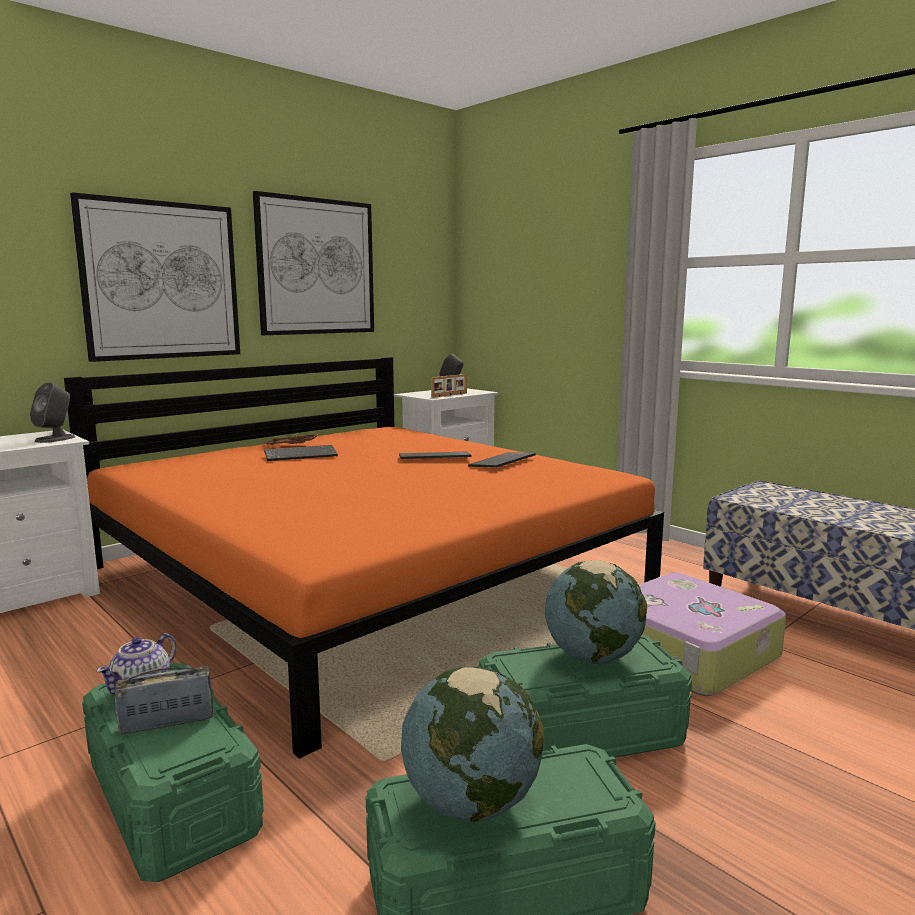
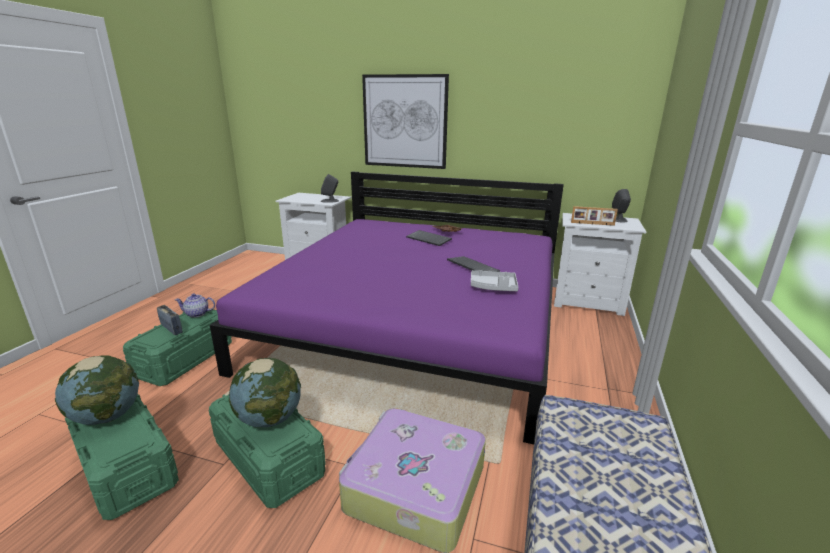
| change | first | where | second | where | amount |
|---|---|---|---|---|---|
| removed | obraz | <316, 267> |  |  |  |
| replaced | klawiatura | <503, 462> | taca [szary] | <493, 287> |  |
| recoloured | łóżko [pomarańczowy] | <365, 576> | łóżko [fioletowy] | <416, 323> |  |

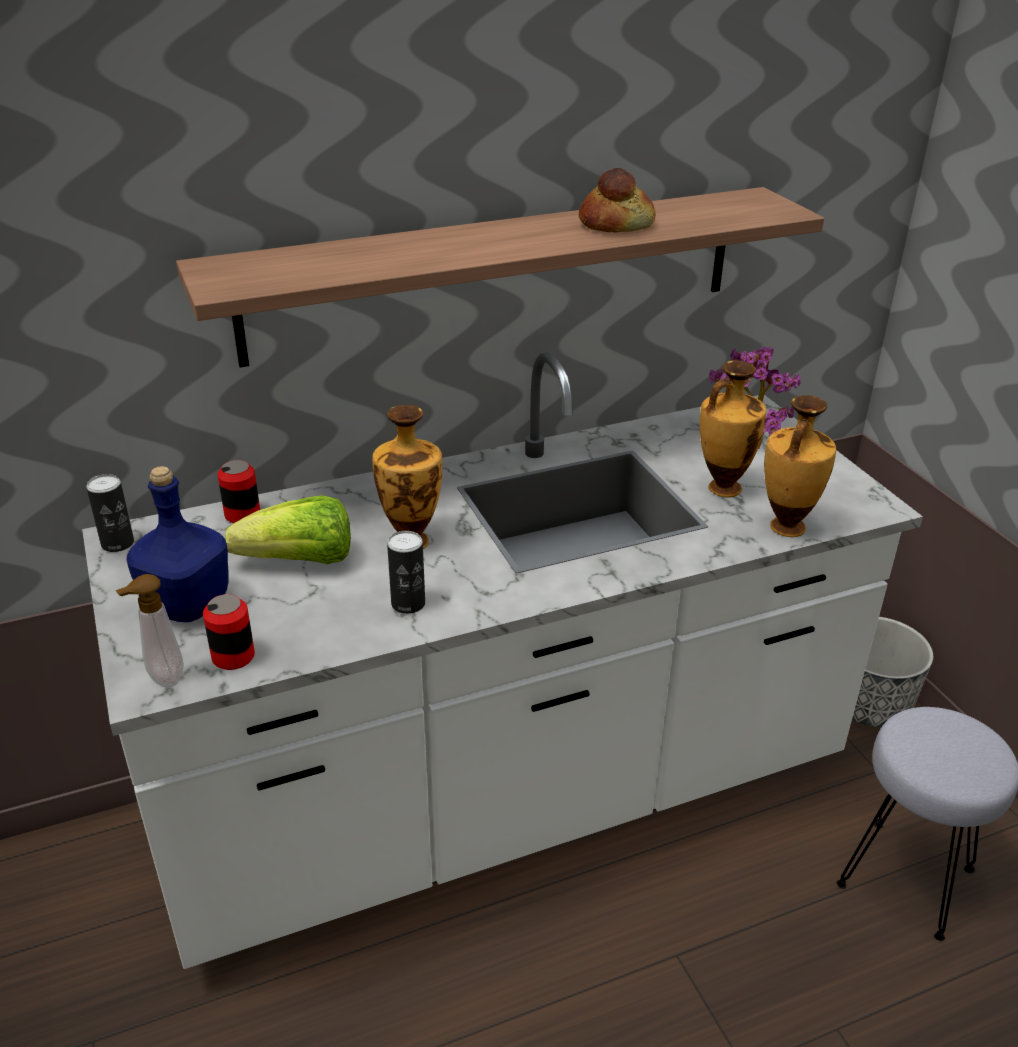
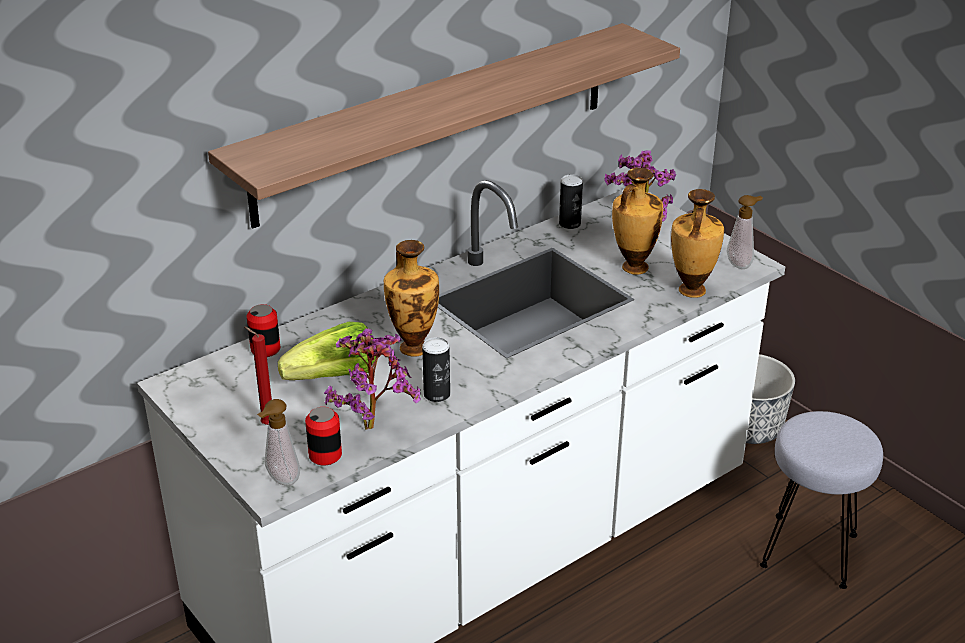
| change | first | where | second | where | amount |
|---|---|---|---|---|---|
| removed | chleb | <615, 223> |  |  |  |
| added |  |  | roślina doniczkowa | <374, 424> |  |
| added |  |  | dozownik mydła | <741, 264> |  |
| moved | puszka | <117, 543> |  | <569, 224> |  |
| replaced | butelka [niebieski] | <189, 604> | świeca [czerwony] | <266, 424> |  |

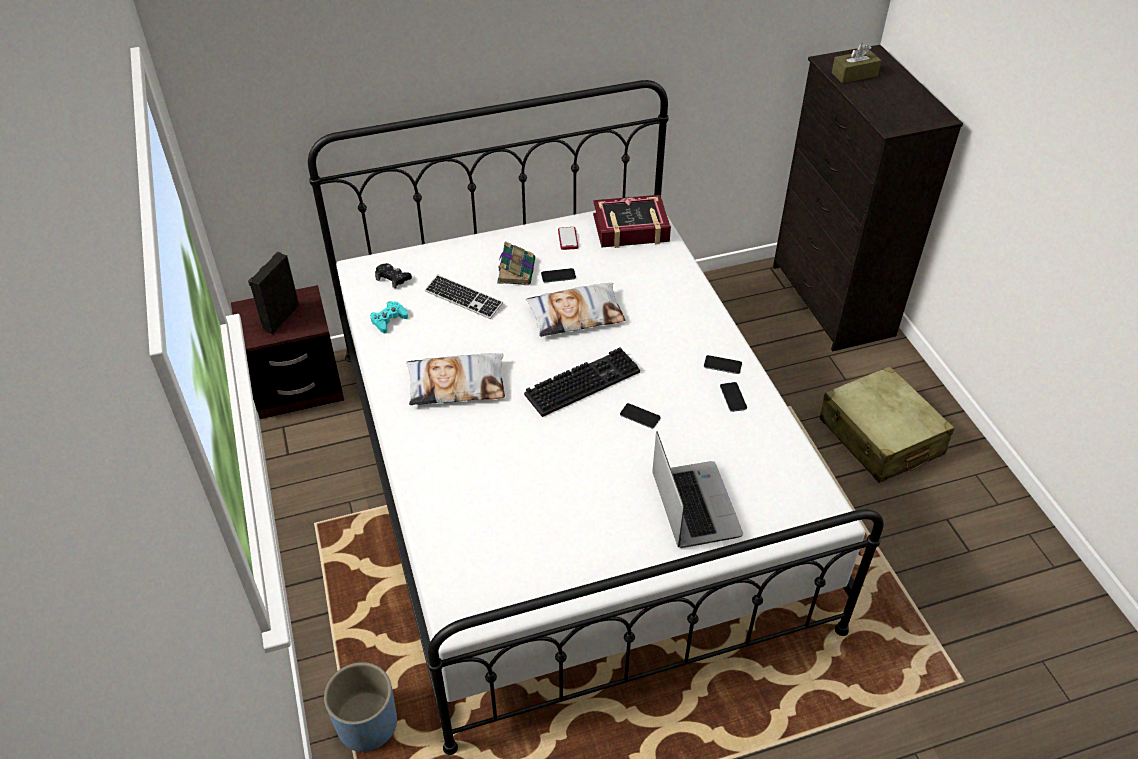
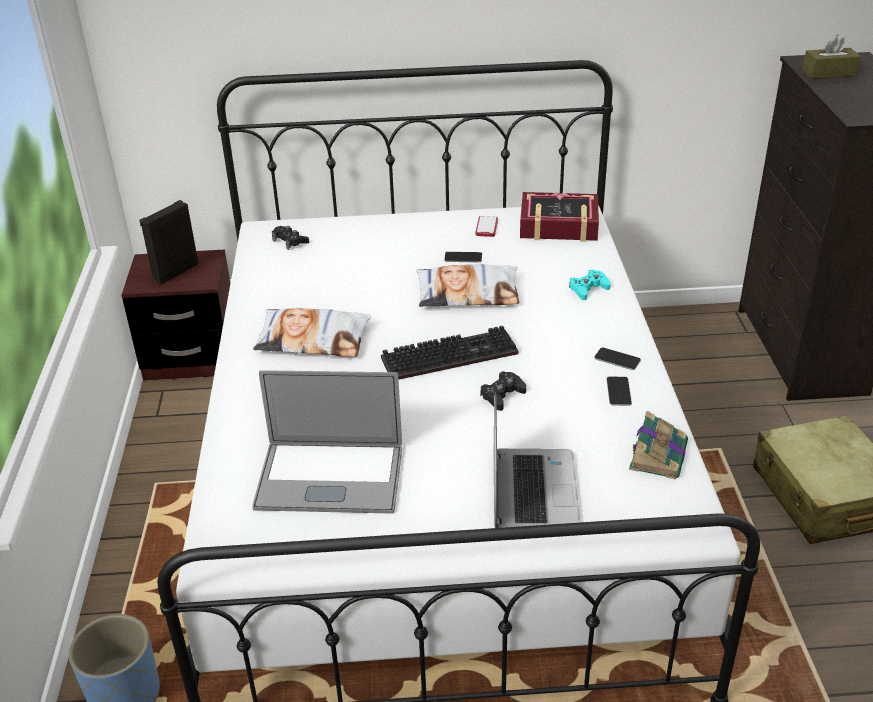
| change | first | where | second | where | amount |
|---|---|---|---|---|---|
| removed | klawiatura | <463, 298> |  |  |  |
| added |  |  | laptop | <330, 477> |  |
| moved | pad do gier [turkusowy] | <389, 320> |  | <588, 289> |  |
| moved | książka | <516, 270> |  | <658, 455> |  |
| replaced | telefon | <640, 416> | pad do gier [czarny] | <502, 395> |  |

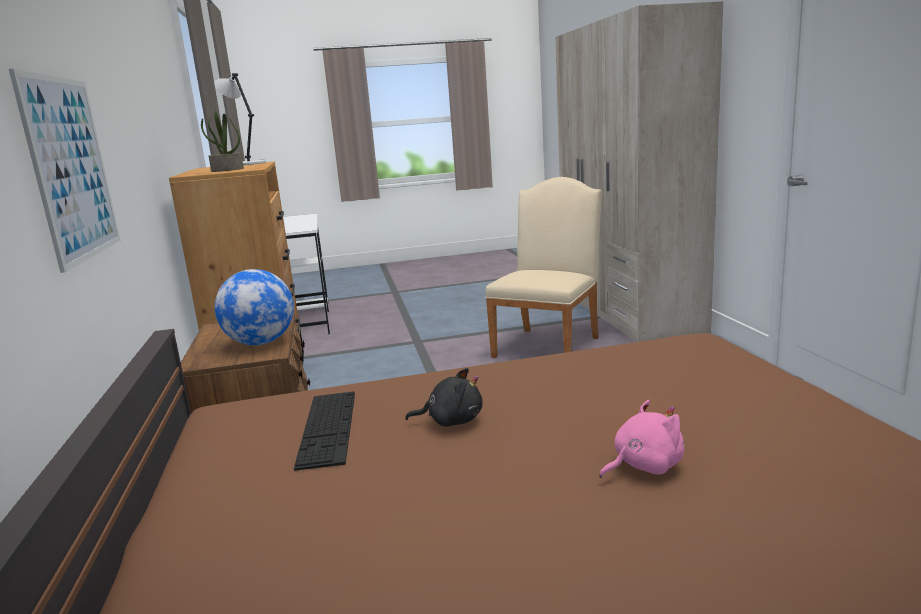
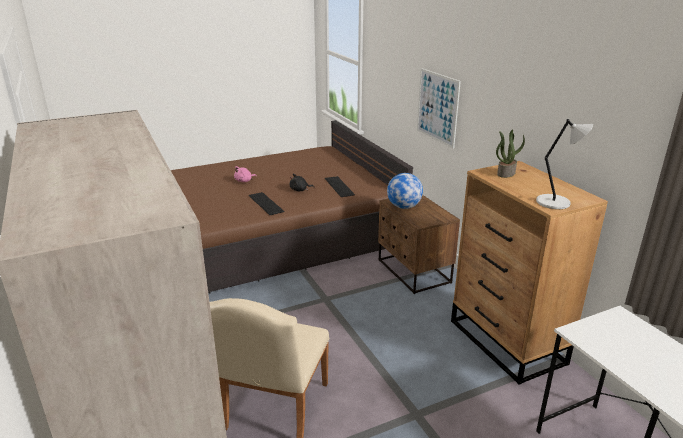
| change | first | where | second | where | amount |
|---|---|---|---|---|---|
| added |  |  | klawiatura | <266, 203> |  |

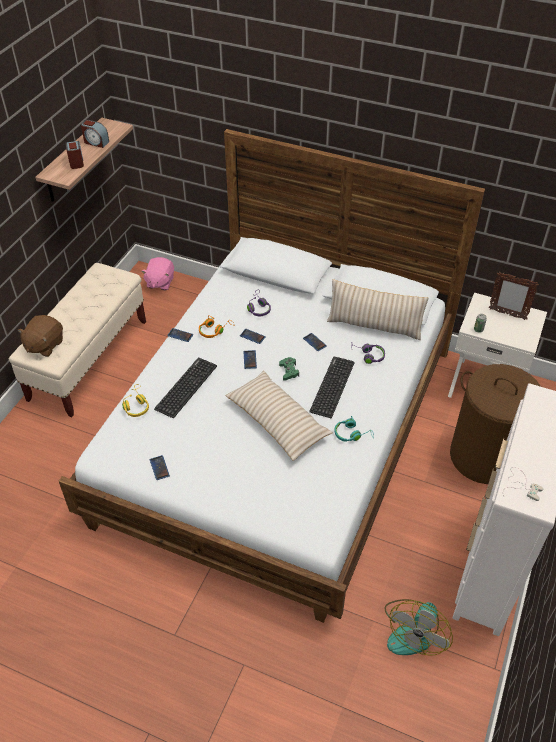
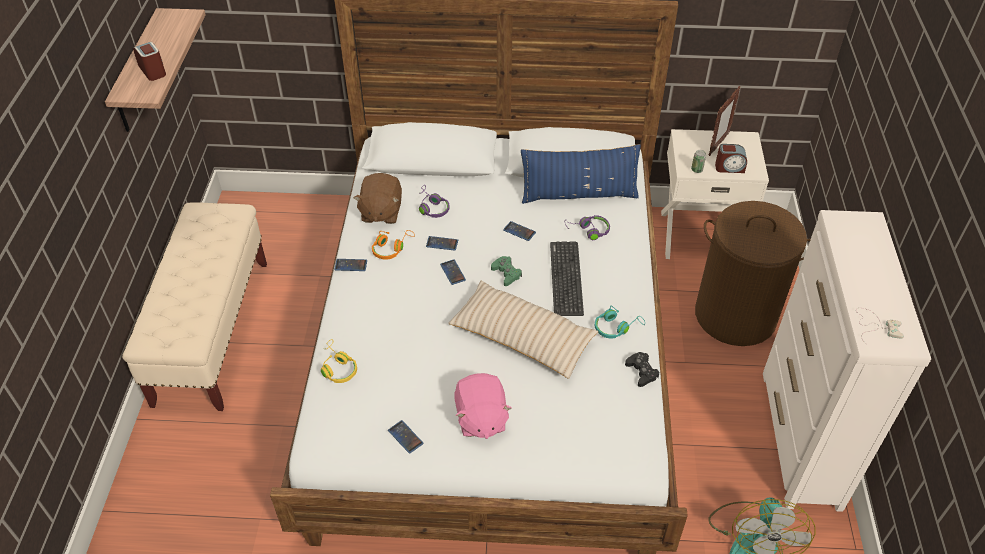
| change | first | where | second | where | amount |
|---|---|---|---|---|---|
| removed | klawiatura | <186, 387> |  |  |  |
| added |  |  | pad do gier [czarny] | <641, 372> |  |
| moved | pluszak [brązowy] | <44, 345> |  | <380, 212> |  |
| moved | budzik | <96, 142> |  | <729, 167> |  |
| moved | pluszak [różowy] | <160, 282> |  | <480, 418> |  |
| recoloured | poduszka [beżowy] | <374, 326> | poduszka [niebieski] | <578, 194> |  |
| turned | ramka na zdjęcie | <507, 314> |  | <718, 145> | 60 degrees counterclockwise |

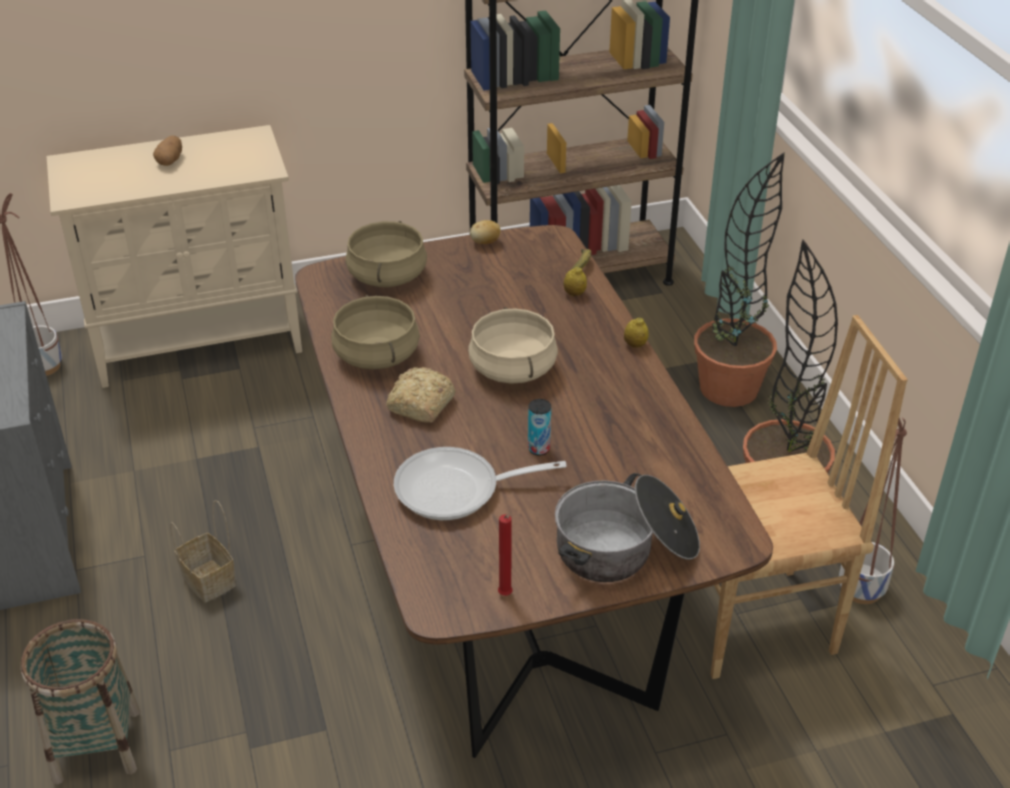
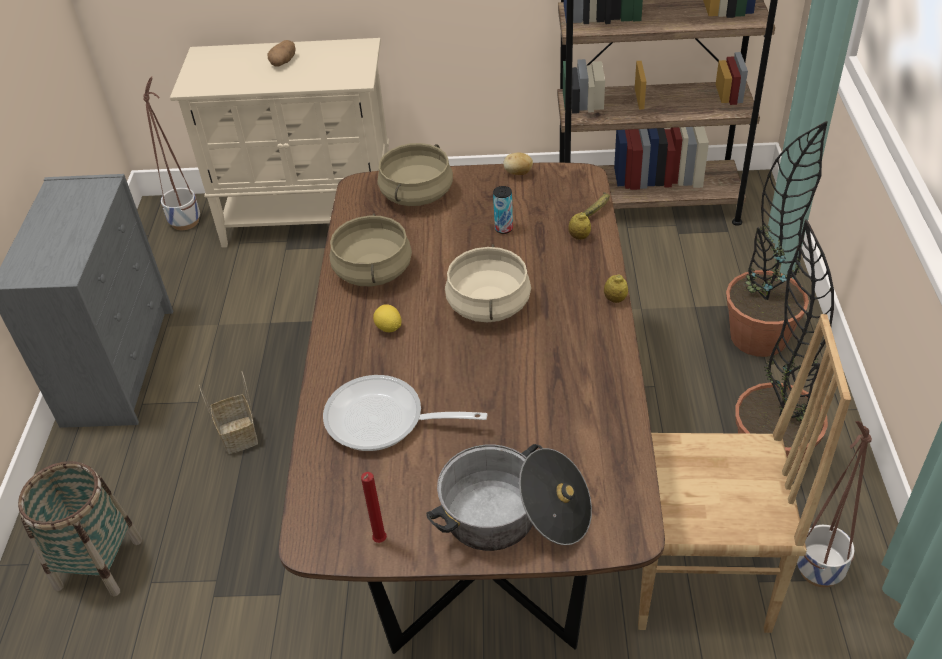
| change | first | where | second | where | amount |
|---|---|---|---|---|---|
| moved | puszka | <539, 449> |  | <503, 229> |  |
| replaced | chleb | <420, 406> | cytryna | <388, 328> |  |

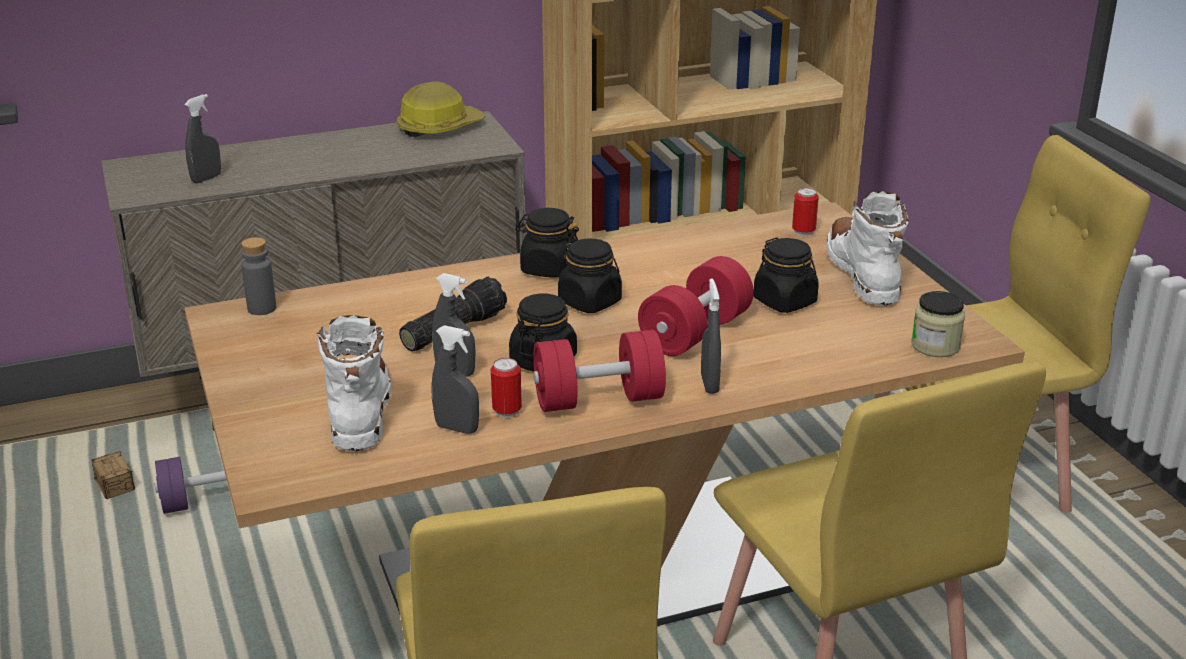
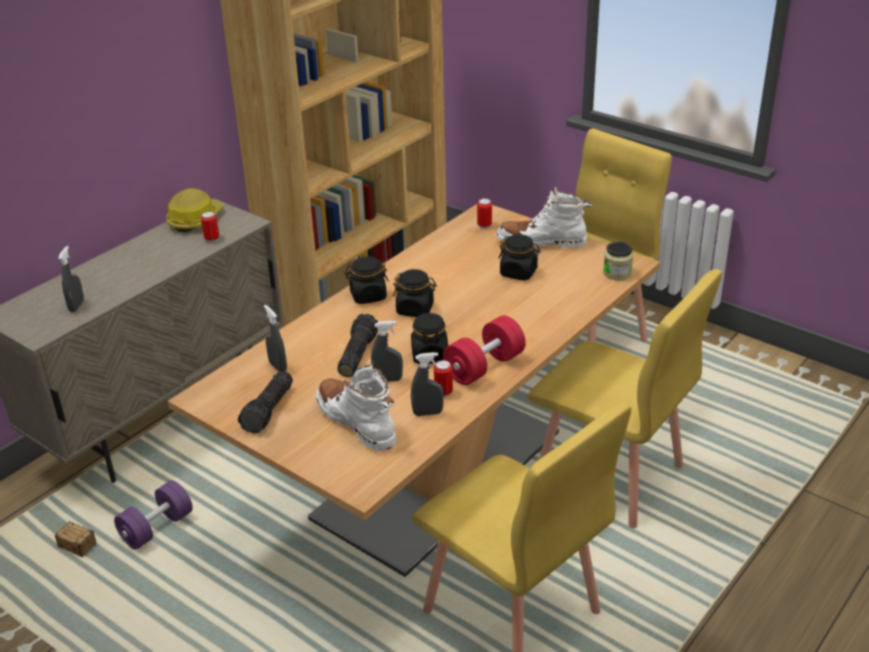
| change | first | where | second | where | amount |
|---|---|---|---|---|---|
| removed | butelka [szary] | <262, 308> |  |  |  |
| removed | hantel [czerwony] | <695, 333> |  |  |  |
| added |  |  | puszka | <212, 239> |  |
| added |  |  | latarka | <270, 410> |  |
| moved | spryskiwacz [szary] | <709, 384> |  | <278, 367> |  |
| turned | but z cholewką [biały] | <863, 274> |  | <541, 242> | 45 degrees counterclockwise |

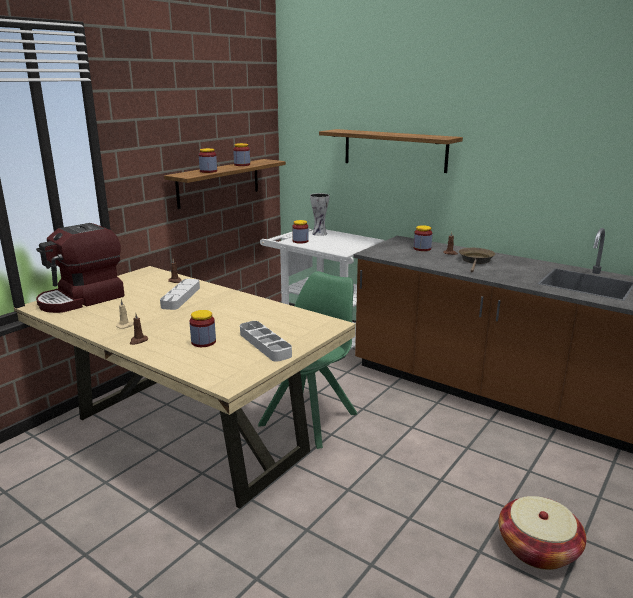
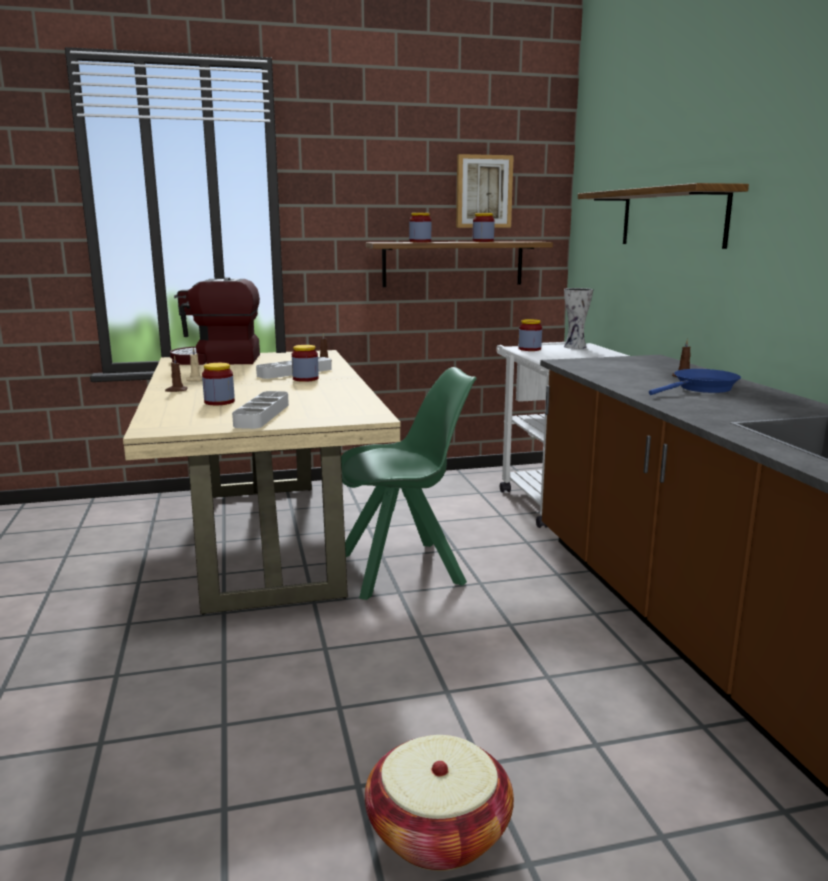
| change | first | where | second | where | amount |
|---|---|---|---|---|---|
| added |  |  | obraz | <483, 191> |  |
| moved | słoik | <422, 248> |  | <305, 379> |  |
| recoloured | patelnia [brązowy] | <476, 261> | patelnia [niebieski] | <701, 389> |  |

